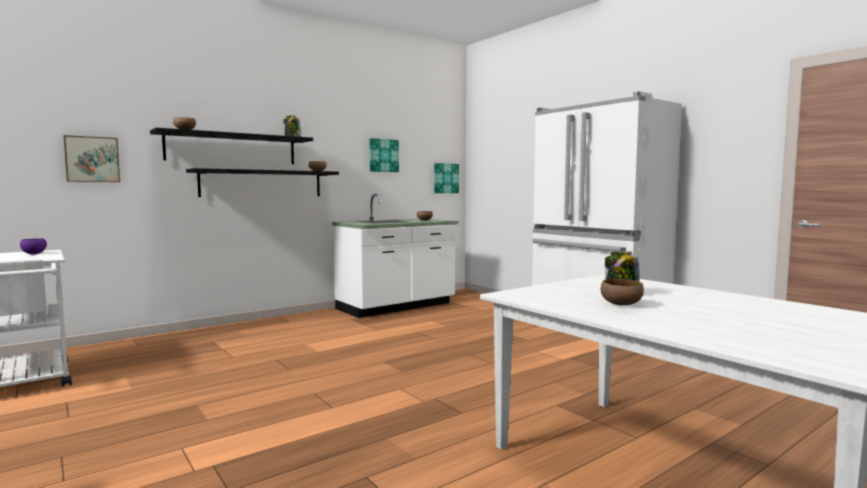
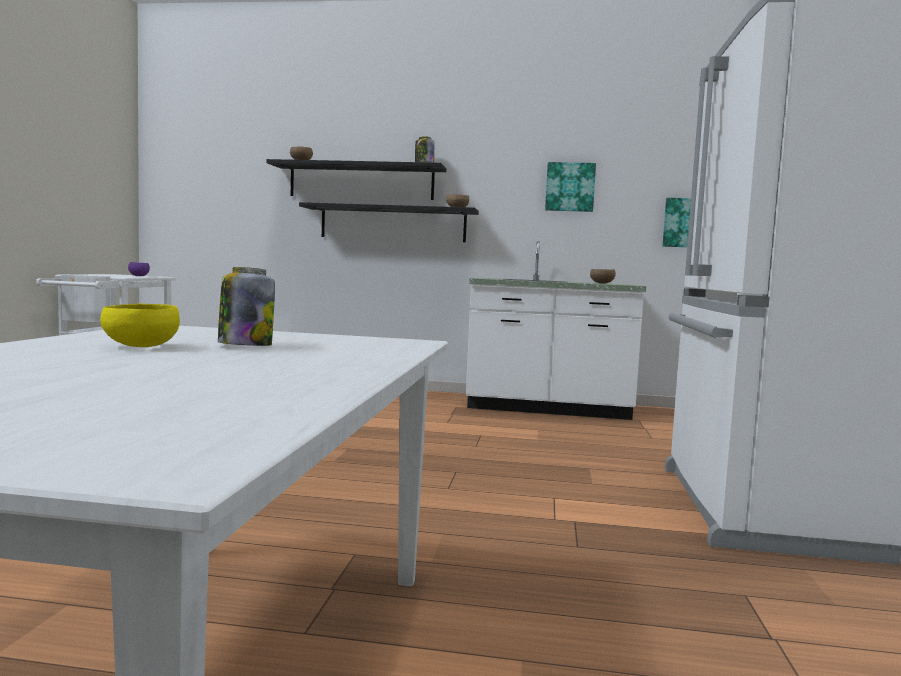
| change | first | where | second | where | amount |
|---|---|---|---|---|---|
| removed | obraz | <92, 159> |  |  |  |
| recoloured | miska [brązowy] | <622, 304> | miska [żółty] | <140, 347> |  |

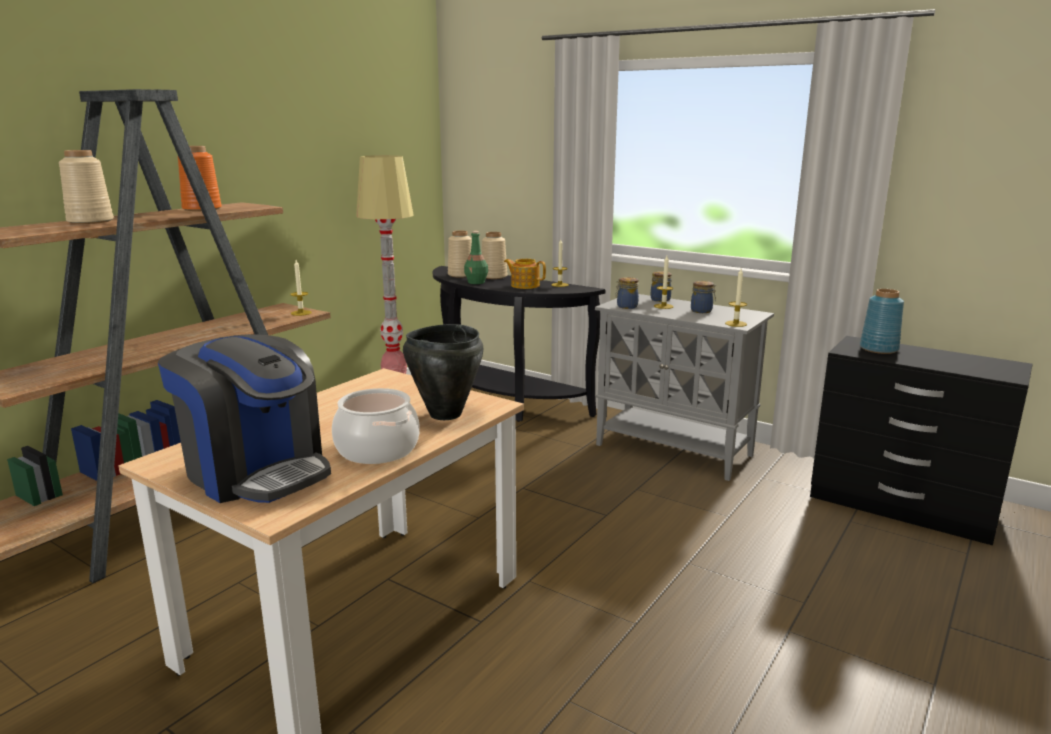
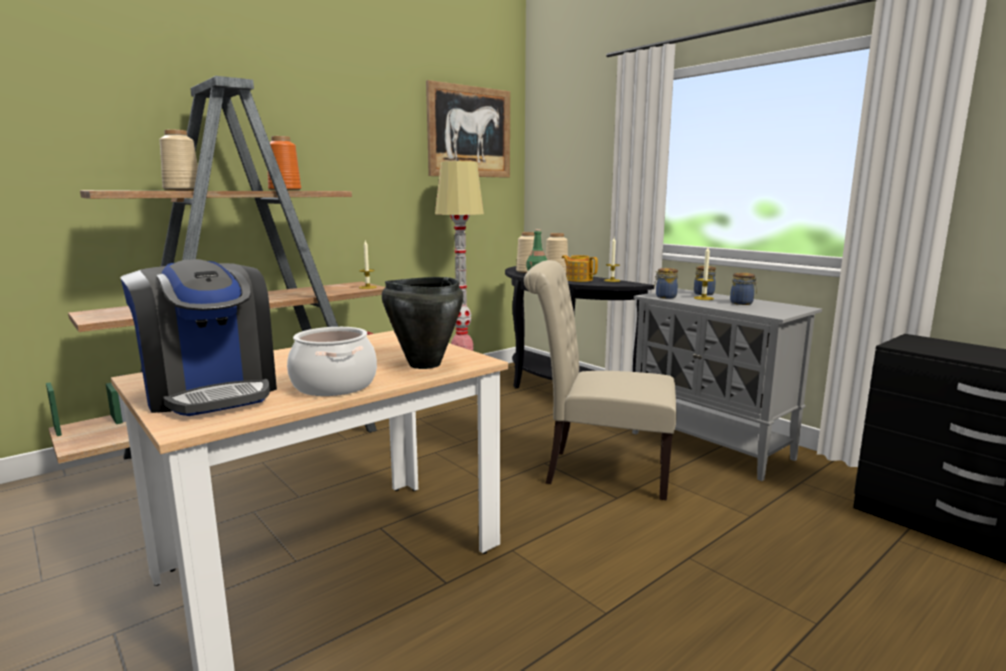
| change | first | where | second | where | amount |
|---|---|---|---|---|---|
| removed | świeca | <736, 324> |  |  |  |
| removed | wazon [niebieski] | <879, 349> |  |  |  |
| added |  |  | obraz | <469, 132> |  |
| added |  |  | krzesło [beżowy] | <598, 472> |  |

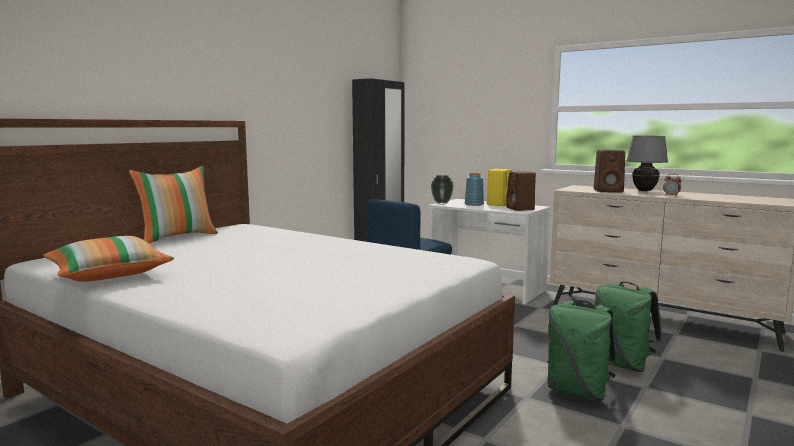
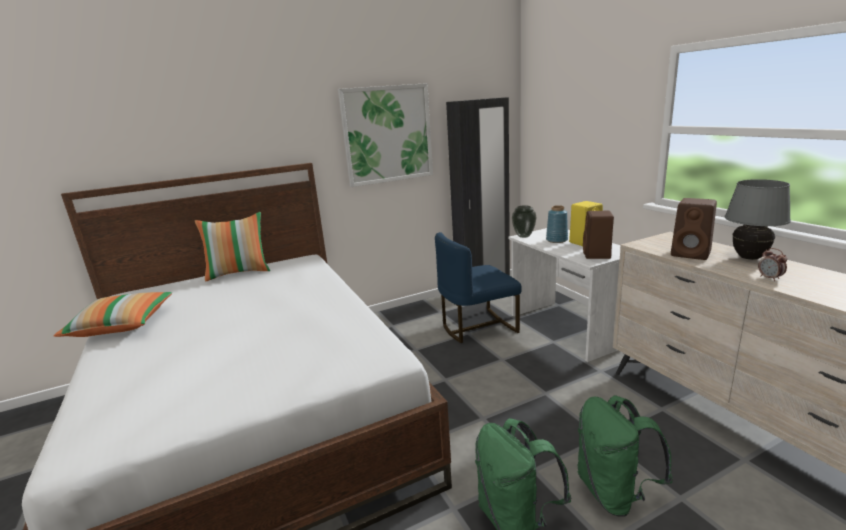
| change | first | where | second | where | amount |
|---|---|---|---|---|---|
| added |  |  | obraz | <387, 134> |  |

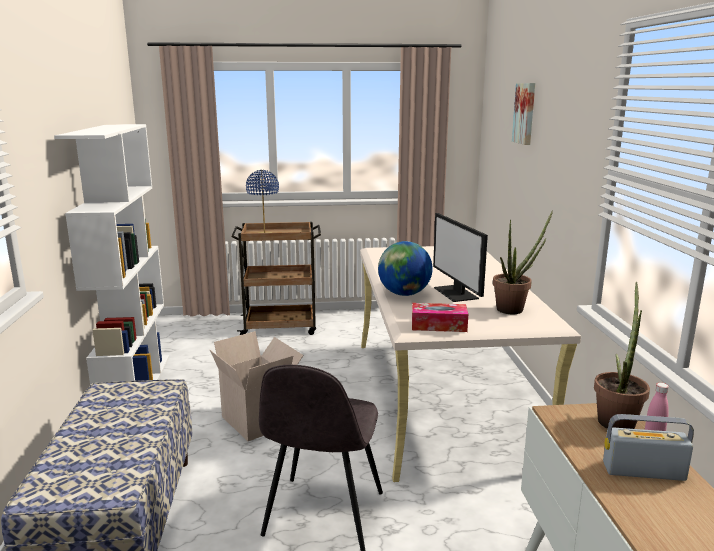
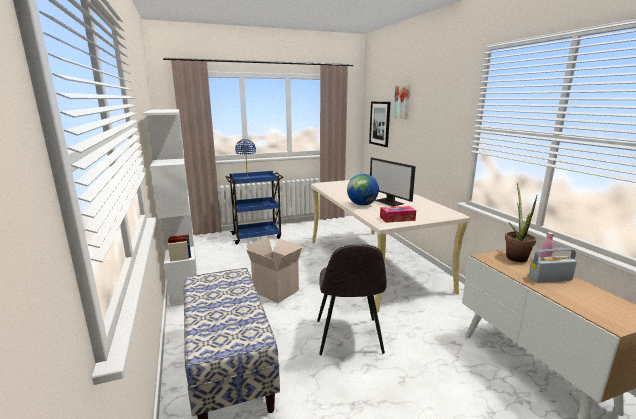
| change | first | where | second | where | amount |
|---|---|---|---|---|---|
| removed | roślina doniczkowa | <514, 308> |  |  |  |
| added |  |  | obraz | <380, 123> |  |
| recoloured | wózek [brązowy] | <281, 327> | wózek [niebieski] | <257, 236> |  |

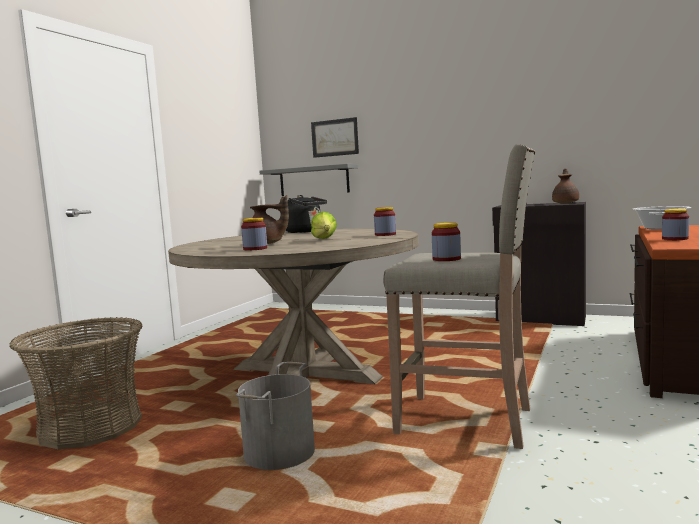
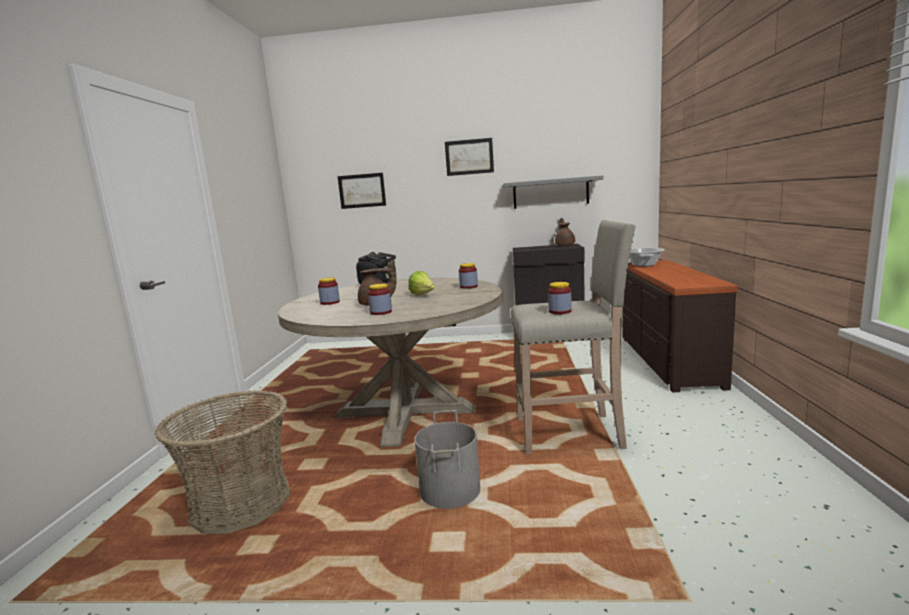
| change | first | where | second | where | amount |
|---|---|---|---|---|---|
| added |  |  | obraz | <469, 157> |  |
| moved | półka [szary] | <314, 180> |  | <550, 193> |  |
| moved | słoik | <675, 239> |  | <330, 302> |  |

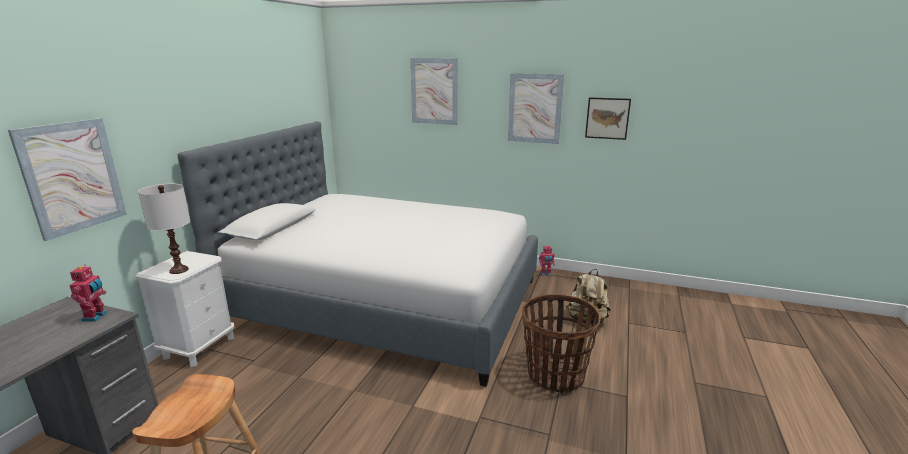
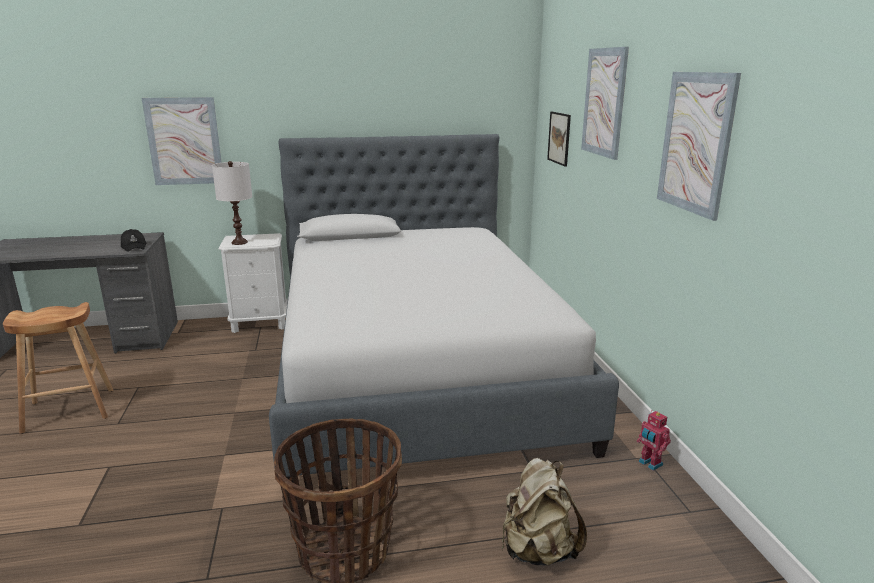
| change | first | where | second | where | amount |
|---|---|---|---|---|---|
| moved | obraz | <607, 118> |  | <559, 138> |  |
| replaced | robot zabawkowy | <96, 317> | czapka z daszkiem [czarny] | <134, 246> |  |

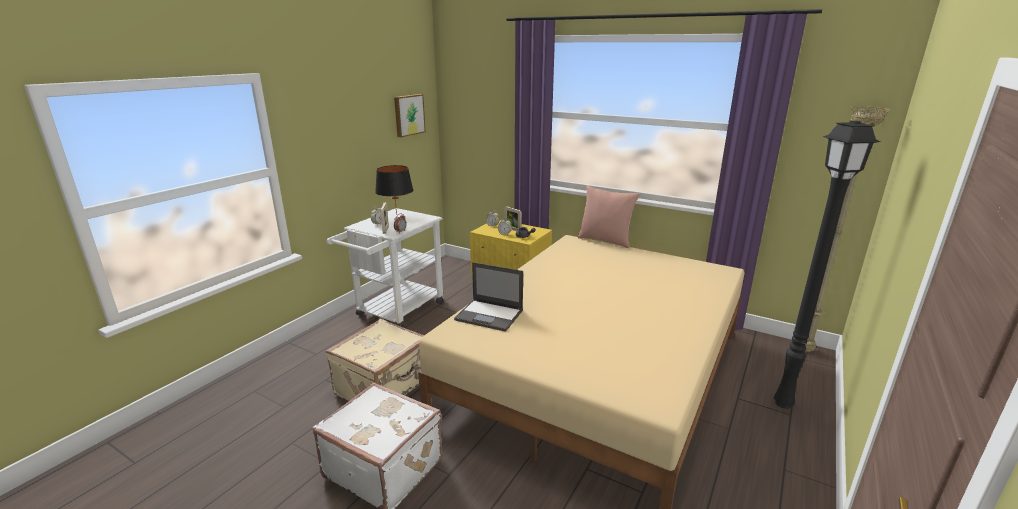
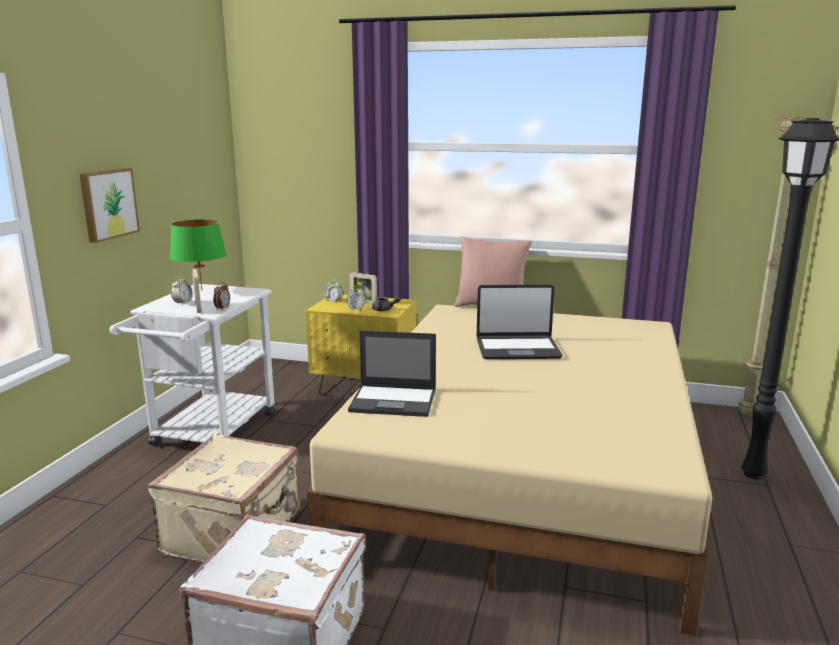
| change | first | where | second | where | amount |
|---|---|---|---|---|---|
| added |  |  | laptop | <517, 349> |  |
| moved | obraz | <408, 115> |  | <107, 204> |  |
| recoloured | lampa stołowa [czarny] | <396, 214> | lampa stołowa [zielony] | <201, 290> |  |

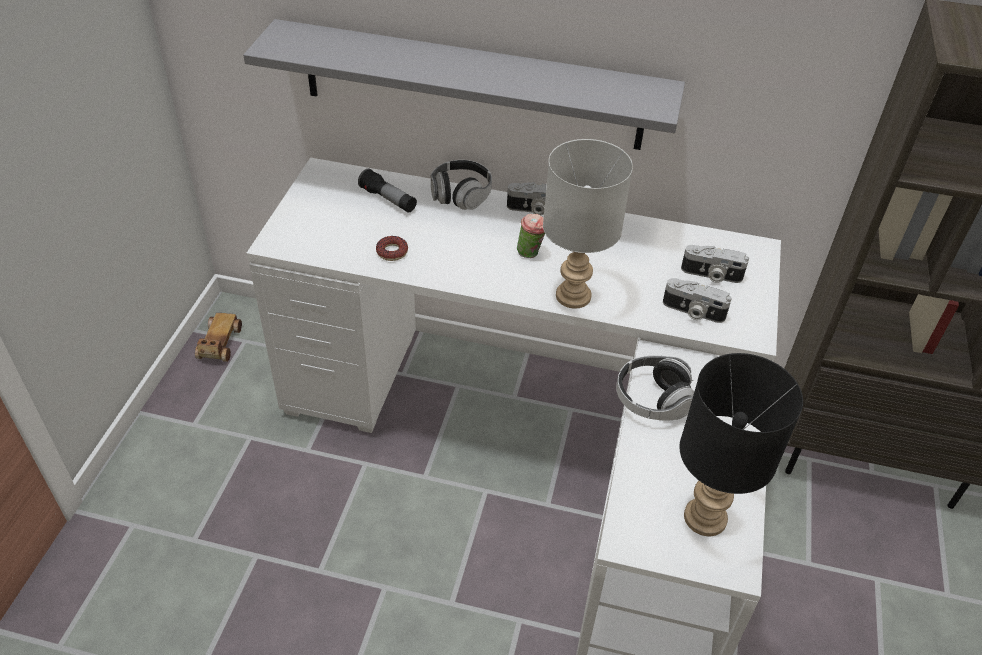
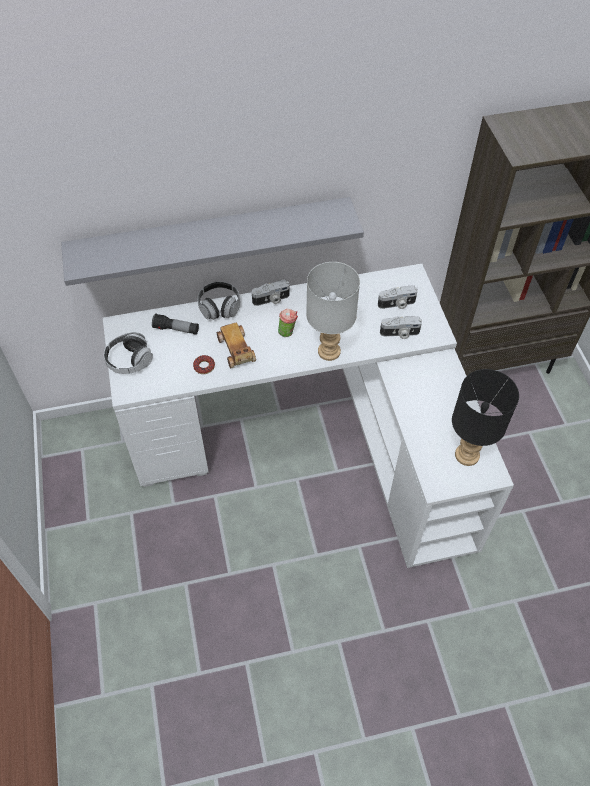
| change | first | where | second | where | amount |
|---|---|---|---|---|---|
| moved | samochodzik | <219, 344> |  | <236, 351> |  |
| moved | słuchawki | <652, 399> |  | <129, 360> |  |

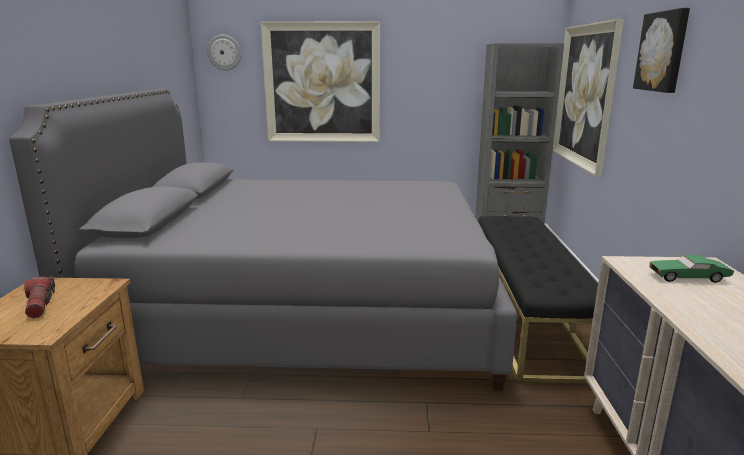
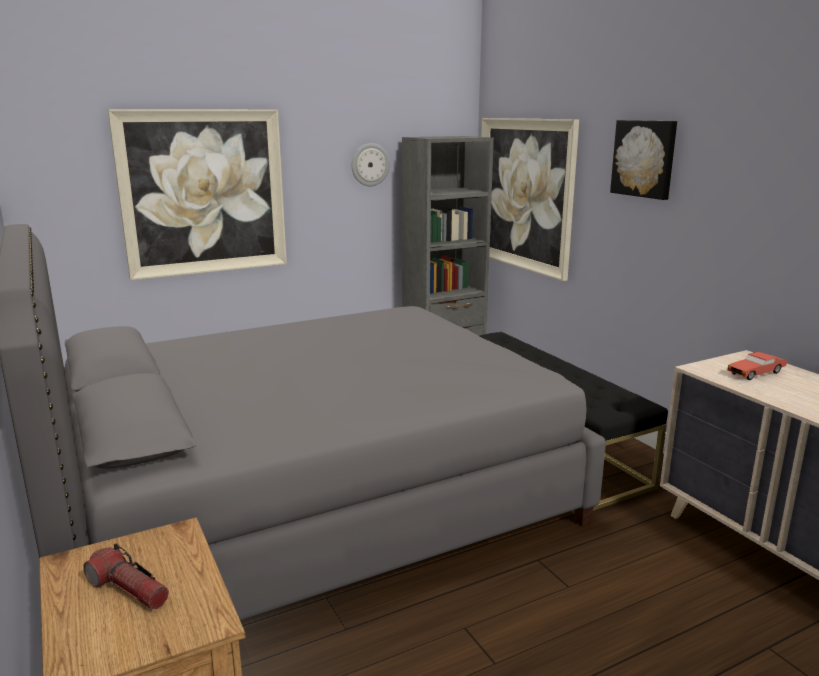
| change | first | where | second | where | amount |
|---|---|---|---|---|---|
| moved | zegar ścienny | <224, 52> |  | <370, 164> |  |
| recoloured | samochodzik [zielony] | <688, 277> | samochodzik [czerwony] | <756, 373> |  |

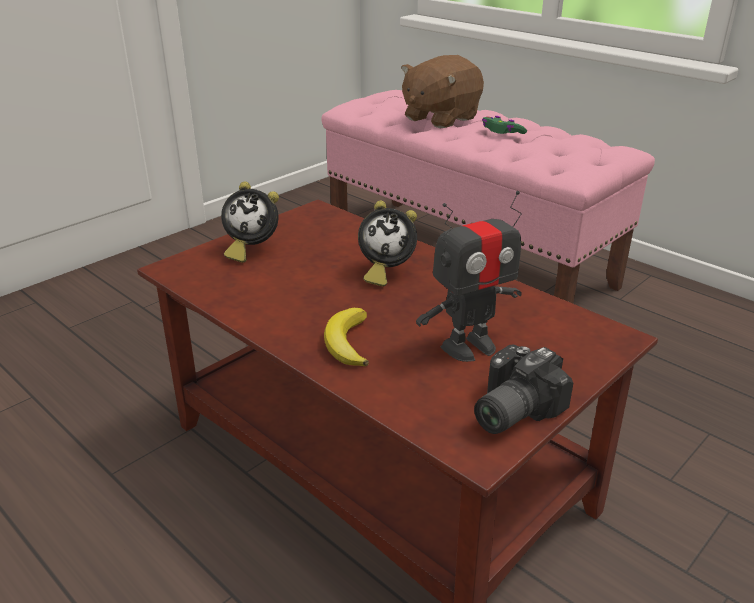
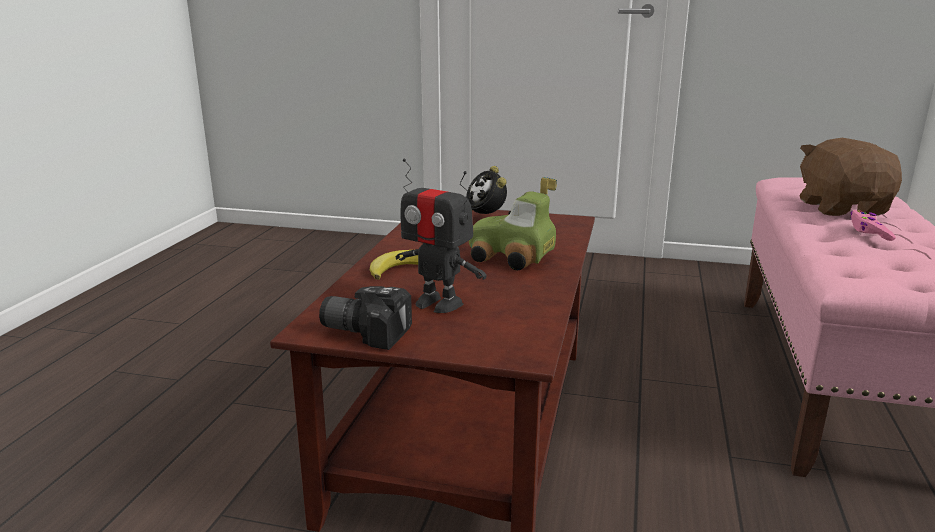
| change | first | where | second | where | amount |
|---|---|---|---|---|---|
| replaced | budzik | <385, 272> | samochodzik | <511, 258> |  |
| recoloured | pad do gier [zielony] | <502, 131> | pad do gier [różowy] | <869, 232> |  |
| turned | pluszak [brązowy] | <439, 118> |  | <842, 208> | 75 degrees clockwise |

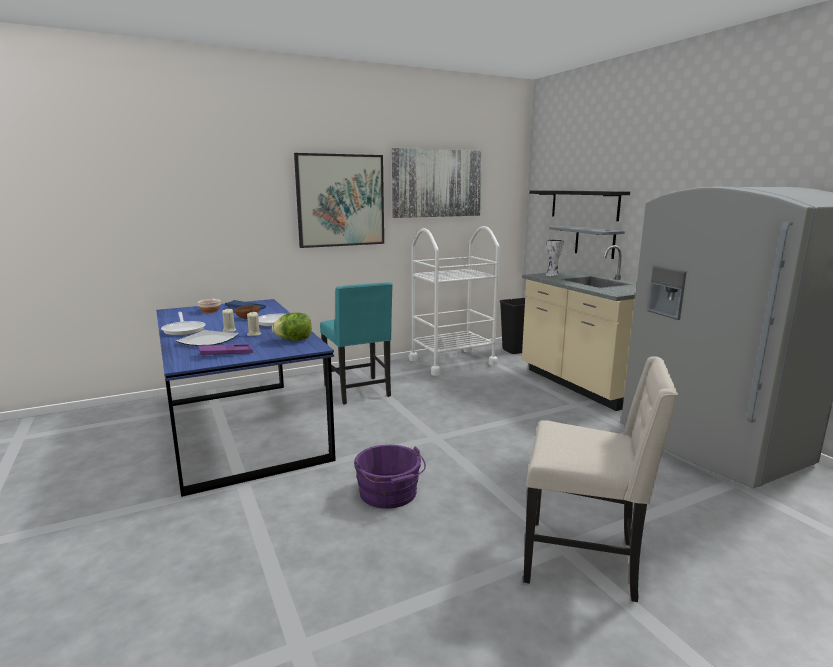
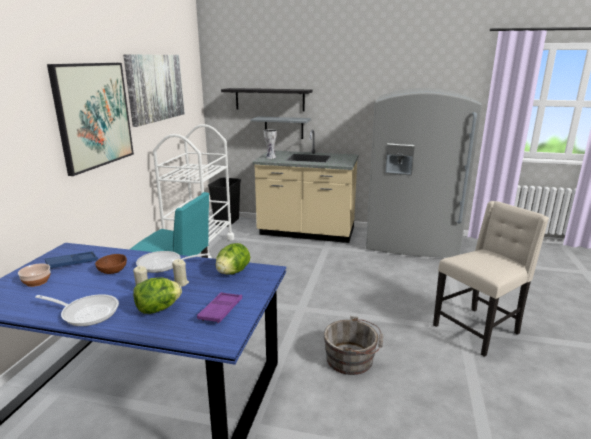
| change | first | where | second | where | amount |
|---|---|---|---|---|---|
| replaced | talerz | <208, 340> | sałata | <158, 309> |  |
| recoloured | wiadro [fioletowy] | <389, 494> | wiadro [szary] | <352, 360> |  |

